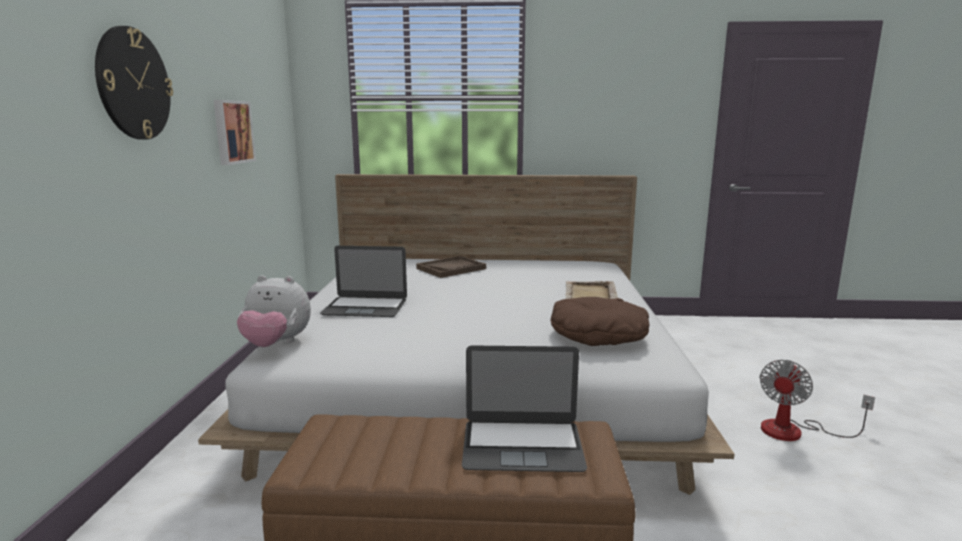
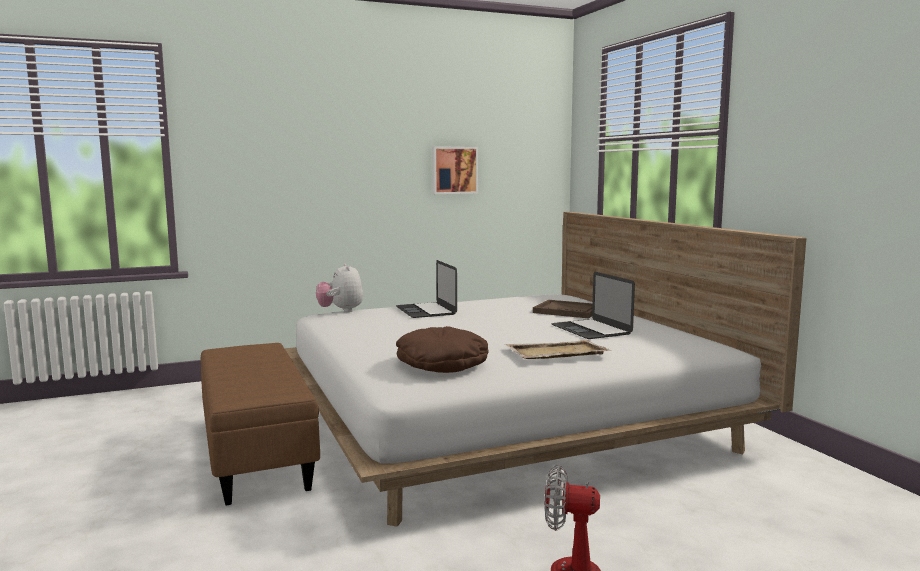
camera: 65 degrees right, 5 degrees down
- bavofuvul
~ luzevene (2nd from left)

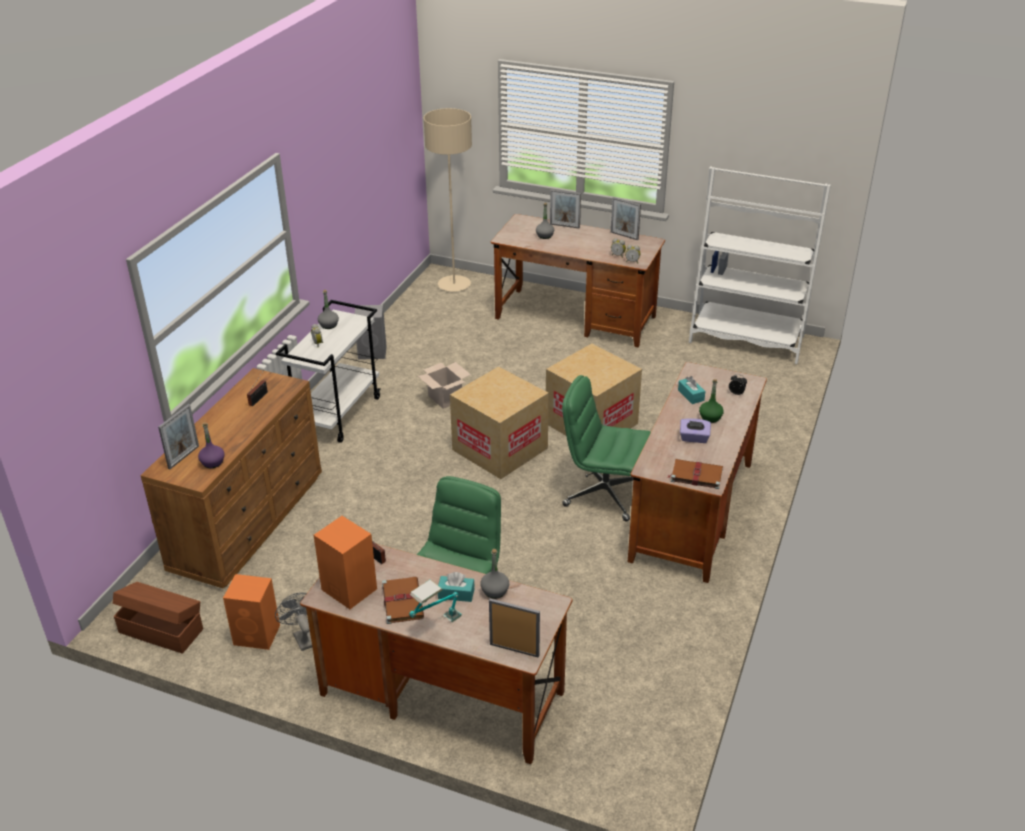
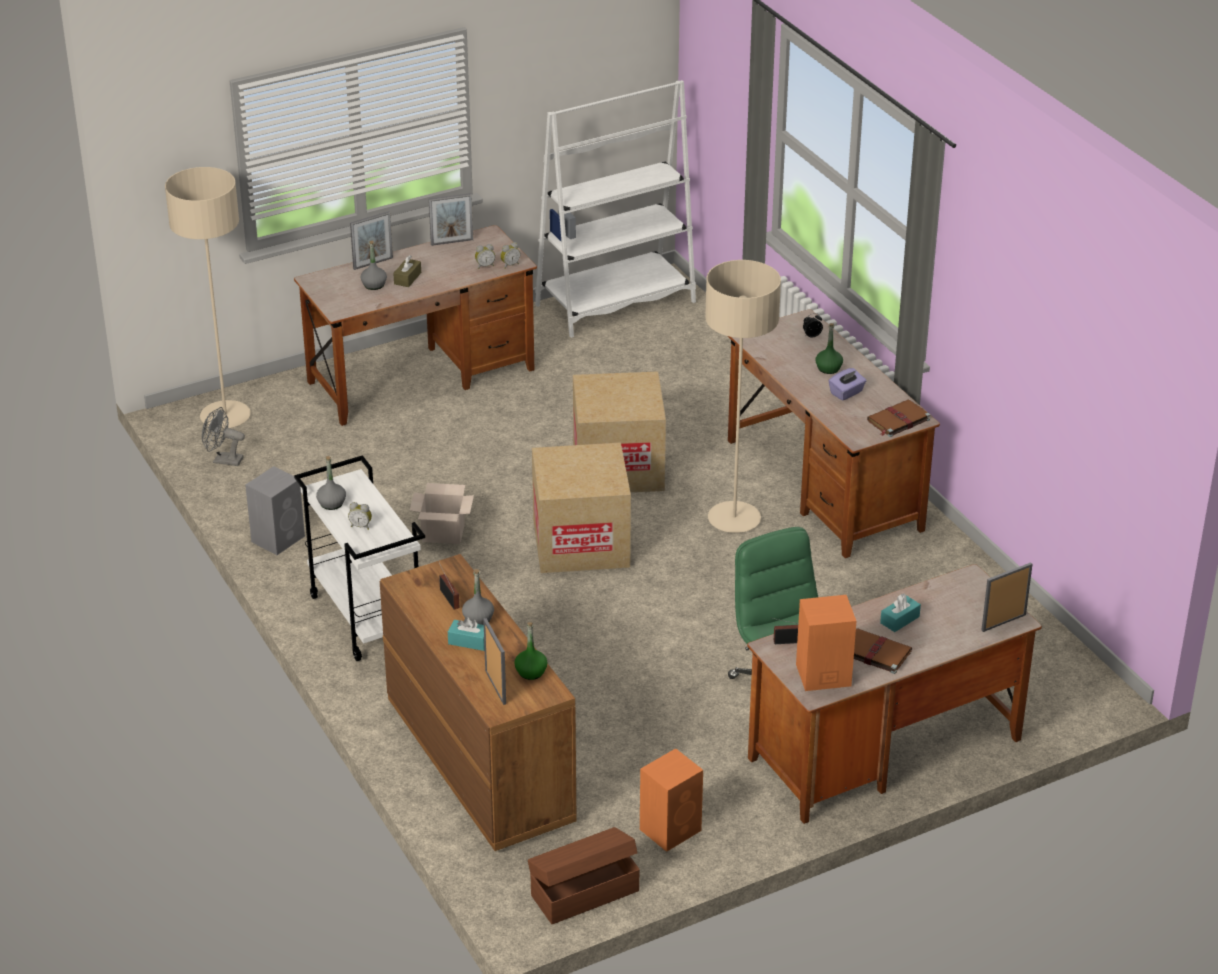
camera: 50 degrees left, 0 degrees up
~ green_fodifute (2nd from left) to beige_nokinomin (2nd from left)
~ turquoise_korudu (2nd from left in the first image) to turquoise_korudu (1st from left)
~ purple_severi to green_severi (1st from left)
~ grey_severi (2nd from left in the first image) to grey_severi (3rd from left)
- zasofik
~ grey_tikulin
+ brown_korudu

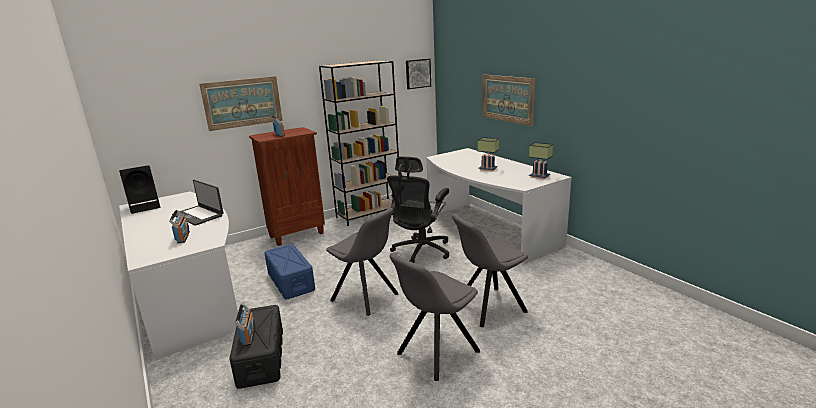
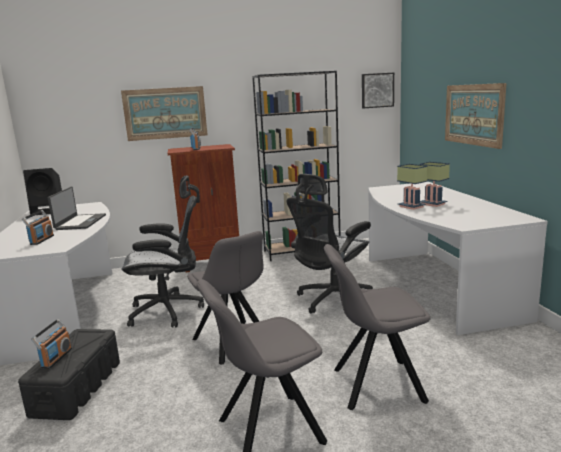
camera: 20 degrees right, 5 degrees down
~ zasofik (2nd from left in the first image) to zasofik (1st from left)
~ luzevene 150 degrees counterclockwise
~ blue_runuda to fodifute (1st from left)

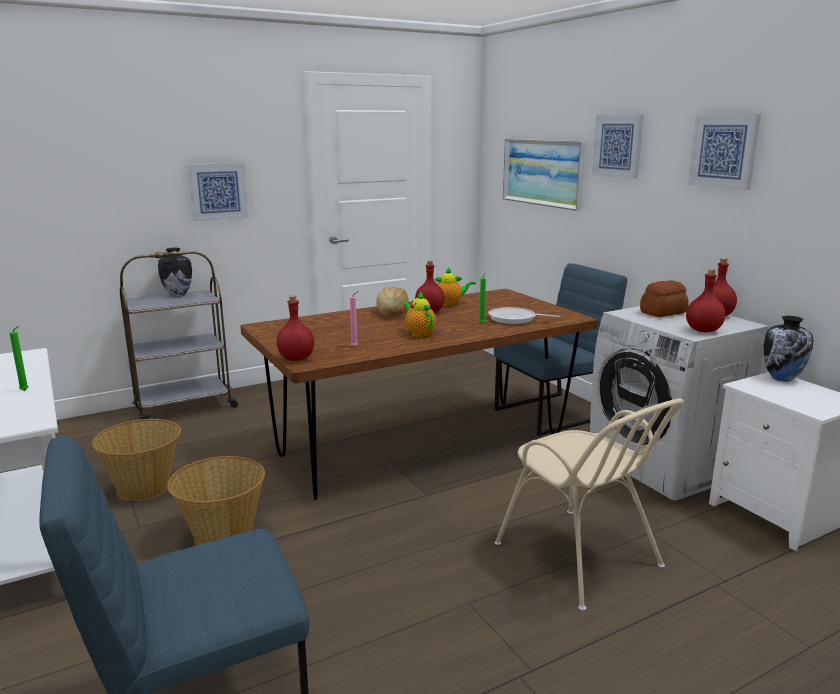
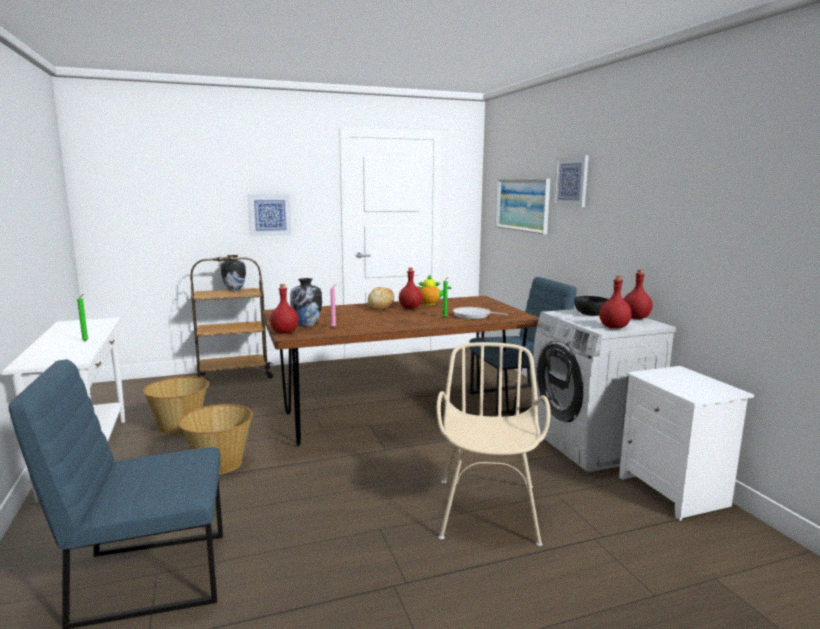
camera: 10 degrees right, 5 degrees down
- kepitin (4th from left)
~ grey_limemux to brown_limemux
~ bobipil (2nd from left) to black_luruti
- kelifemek (1st from left)
~ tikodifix (2nd from left)
~ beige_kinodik 150 degrees counterclockwise

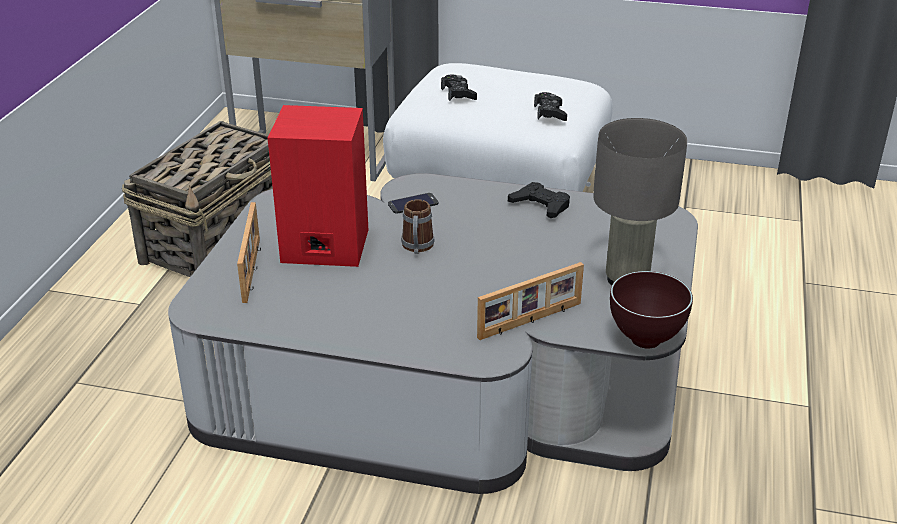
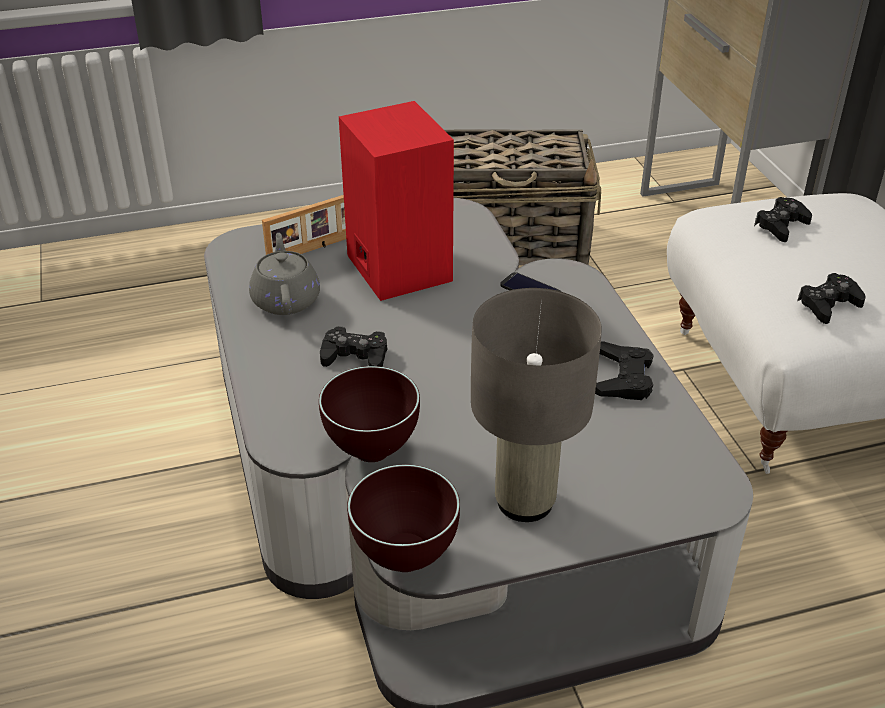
camera: 60 degrees right, 5 degrees up
- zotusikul
~ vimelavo (2nd from left) to brown_luruti (1st from left)
+ grey_kelifemek
+ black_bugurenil (1st from left)

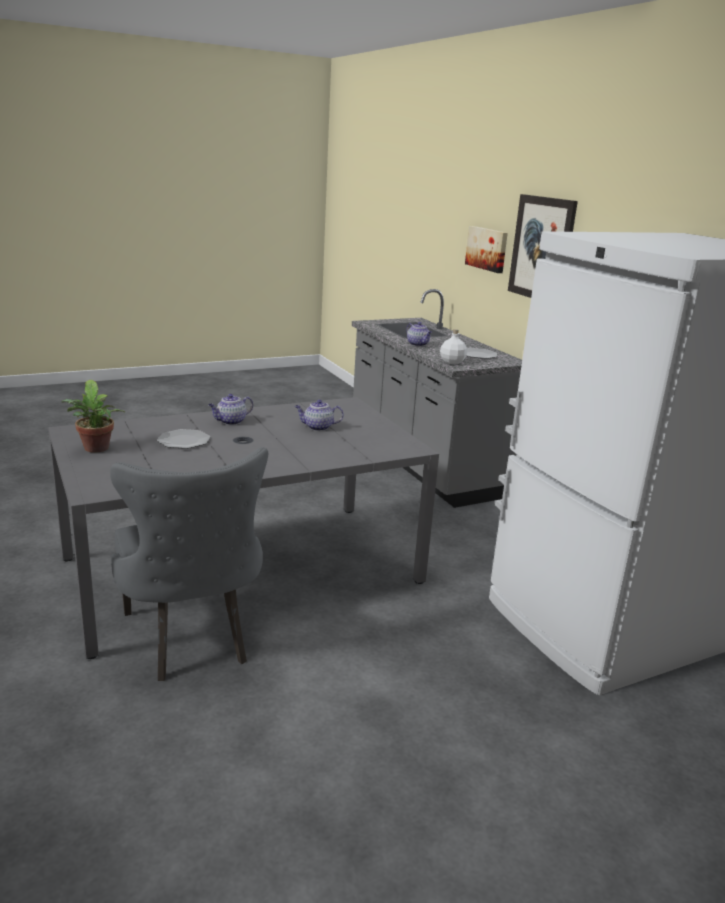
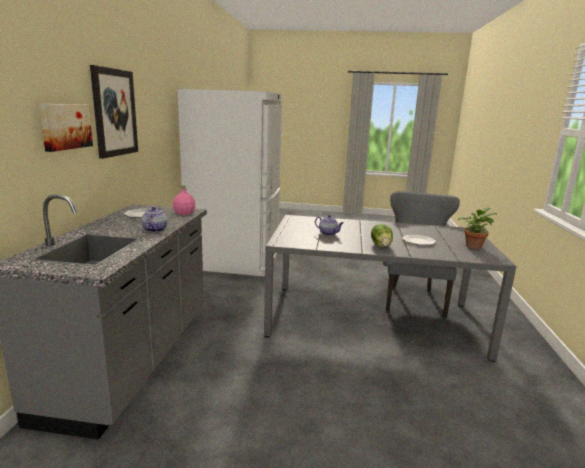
camera: 145 degrees left, 5 degrees down
~ white_severi to pink_severi
~ kelifemek (1st from left) to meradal

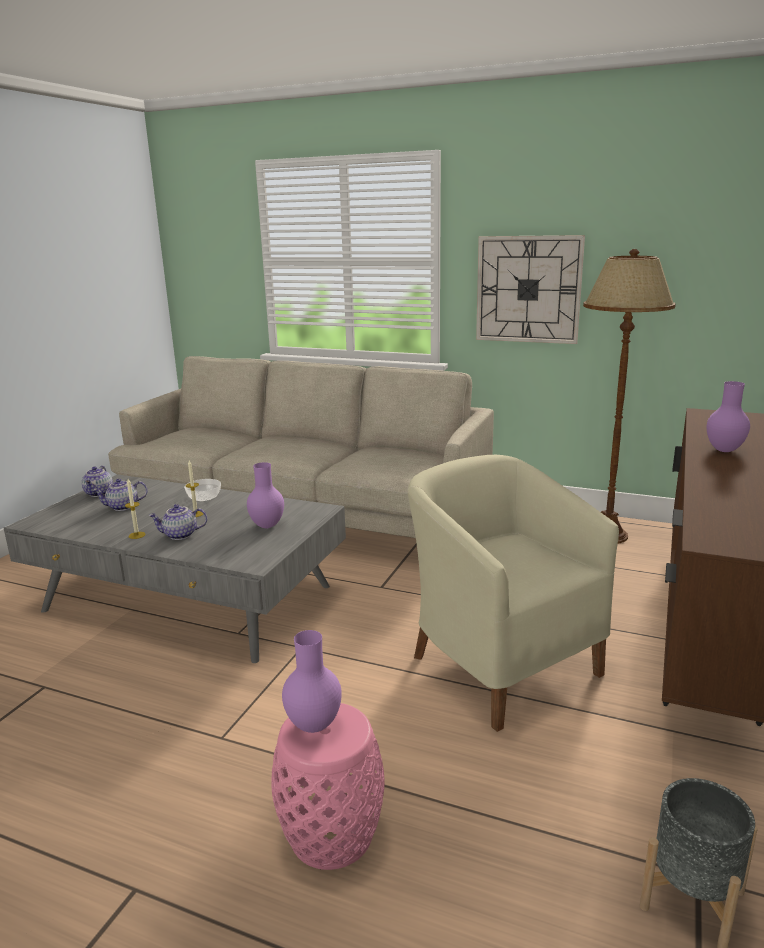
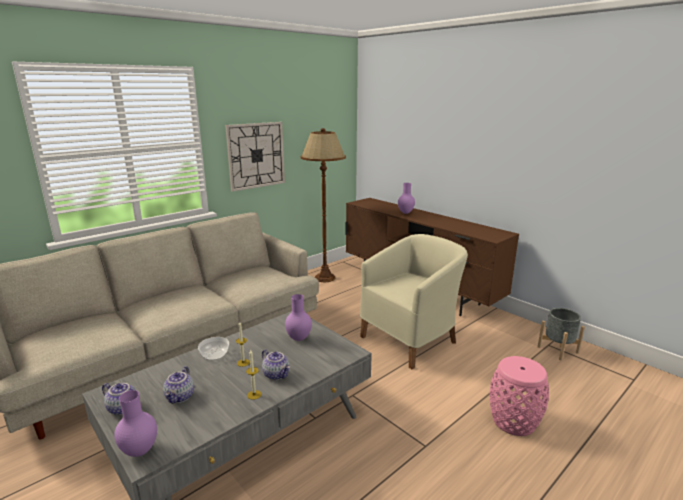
camera: 65 degrees left, 0 degrees up
~ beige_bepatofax 150 degrees clockwise
~ kelifemek (3rd from left) 60 degrees counterclockwise
~ purple_tikodifix (2nd from left in the first image) to purple_tikodifix (1st from left)

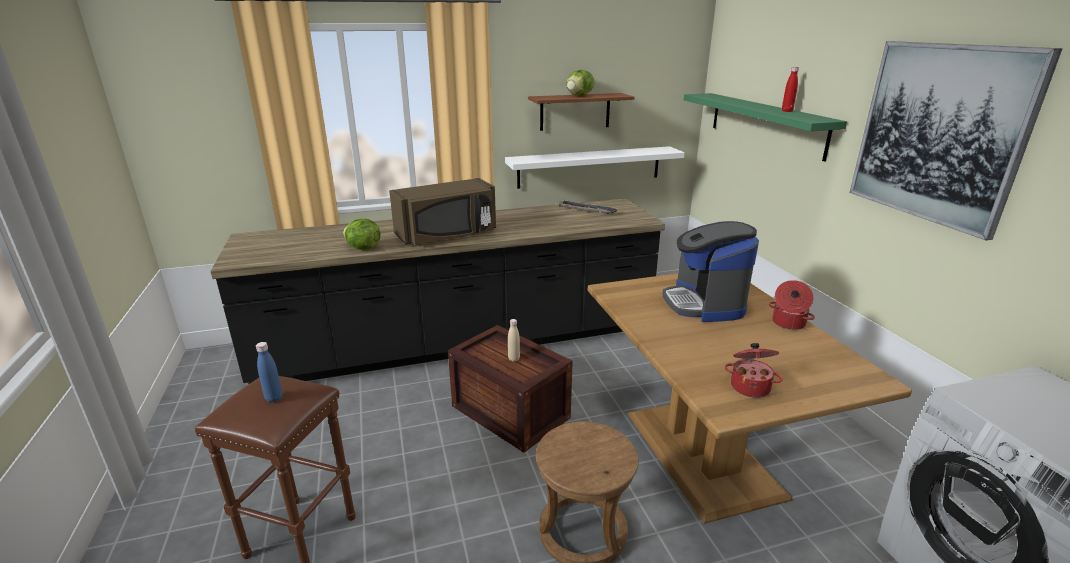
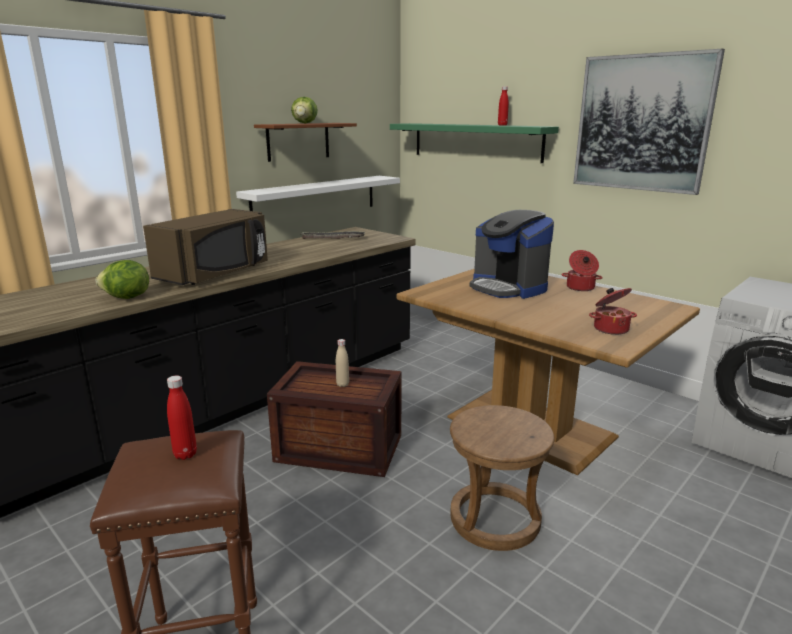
camera: 30 degrees left, 5 degrees down
~ blue_severi to red_severi (1st from left)

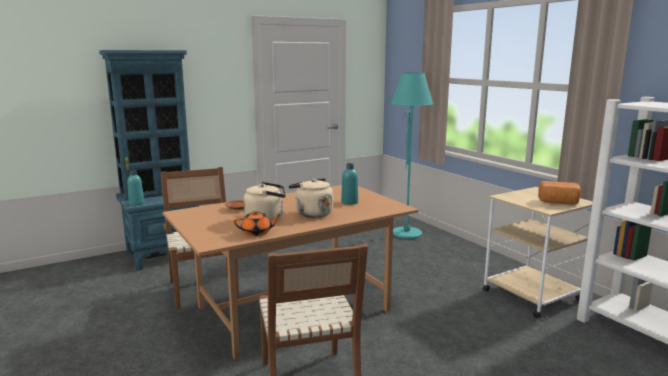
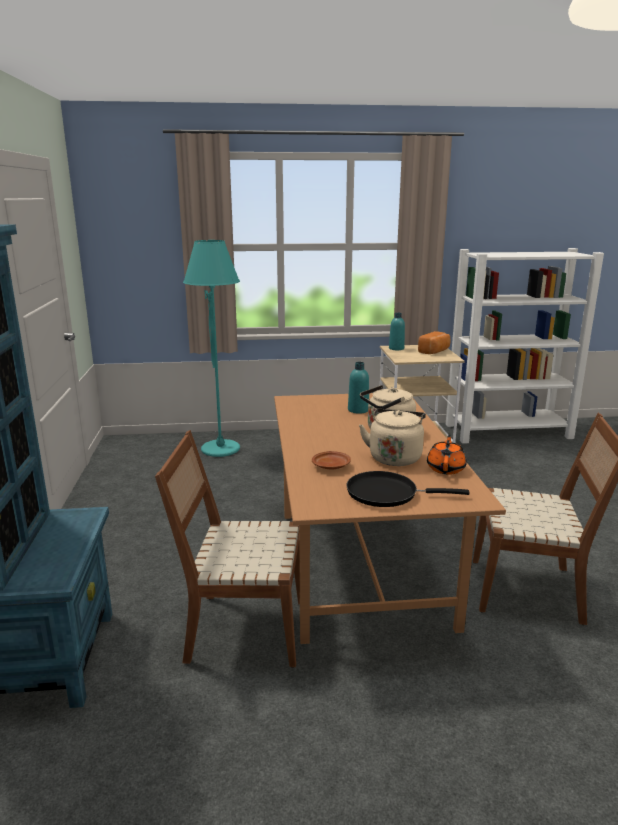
camera: 65 degrees left, 5 degrees up
~ turquoise_severi (1st from left in the first image) to turquoise_severi (2nd from left)
+ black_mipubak

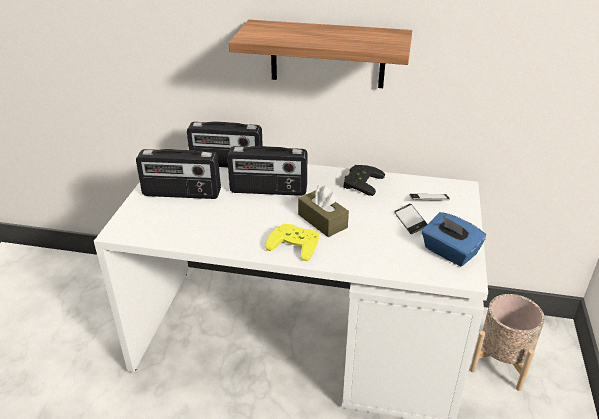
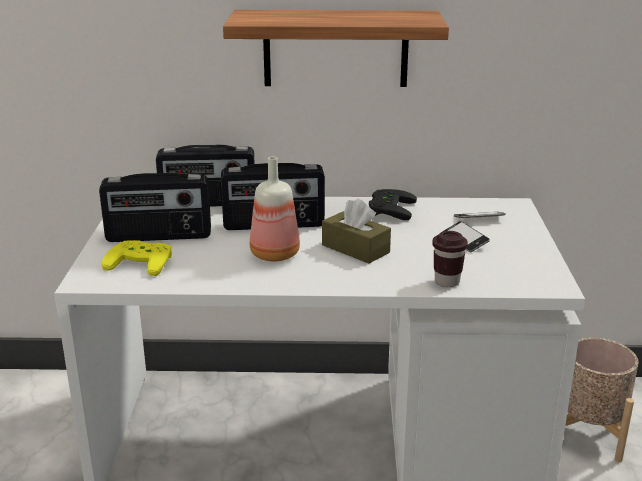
camera: 10 degrees left, 10 degrees down
- blue_korudu
~ yellow_bugurenil
+ severi
+ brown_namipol

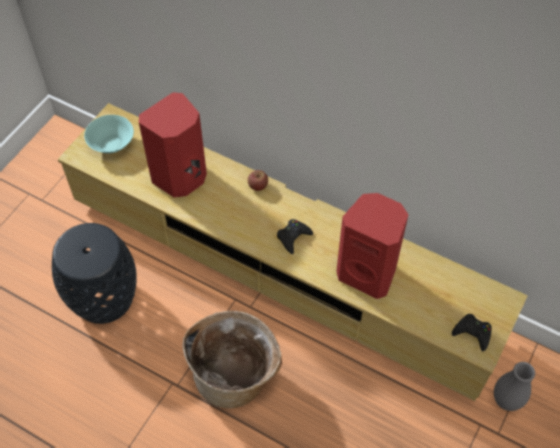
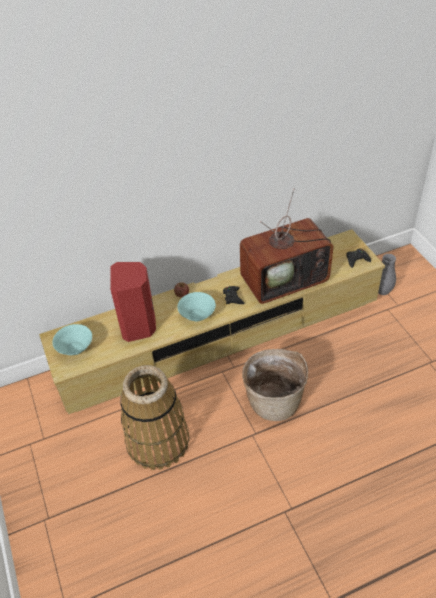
camera: 50 degrees left, 10 degrees down
~ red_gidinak (2nd from left) to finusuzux
~ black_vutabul to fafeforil (1st from left)
+ turquoise_luruti (2nd from left)

